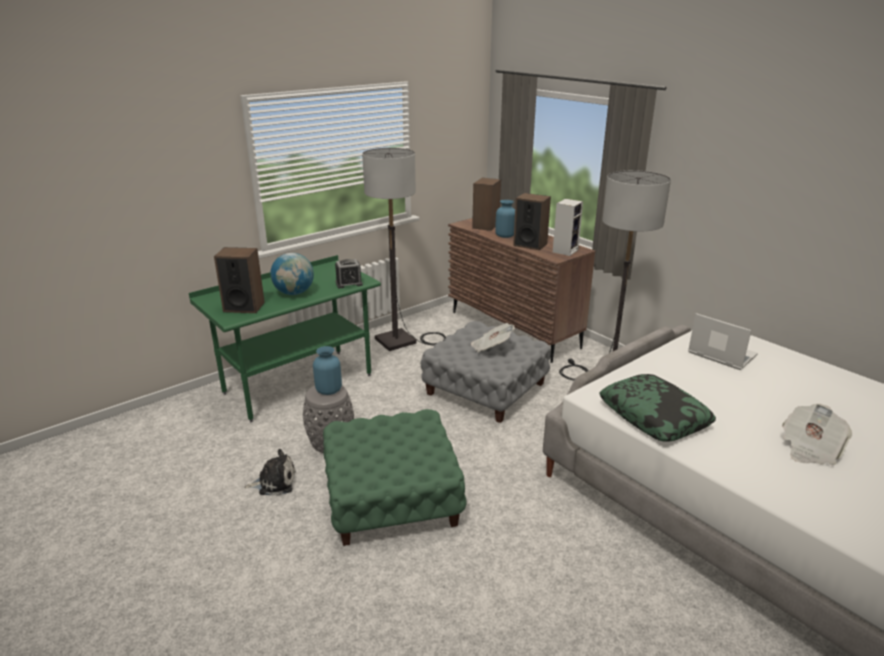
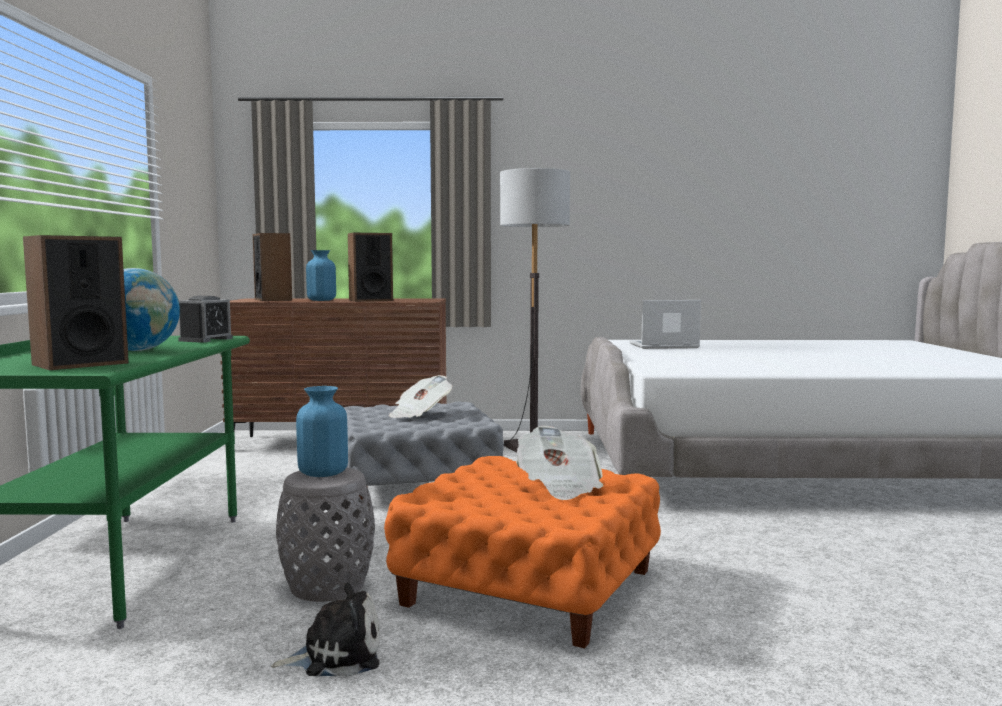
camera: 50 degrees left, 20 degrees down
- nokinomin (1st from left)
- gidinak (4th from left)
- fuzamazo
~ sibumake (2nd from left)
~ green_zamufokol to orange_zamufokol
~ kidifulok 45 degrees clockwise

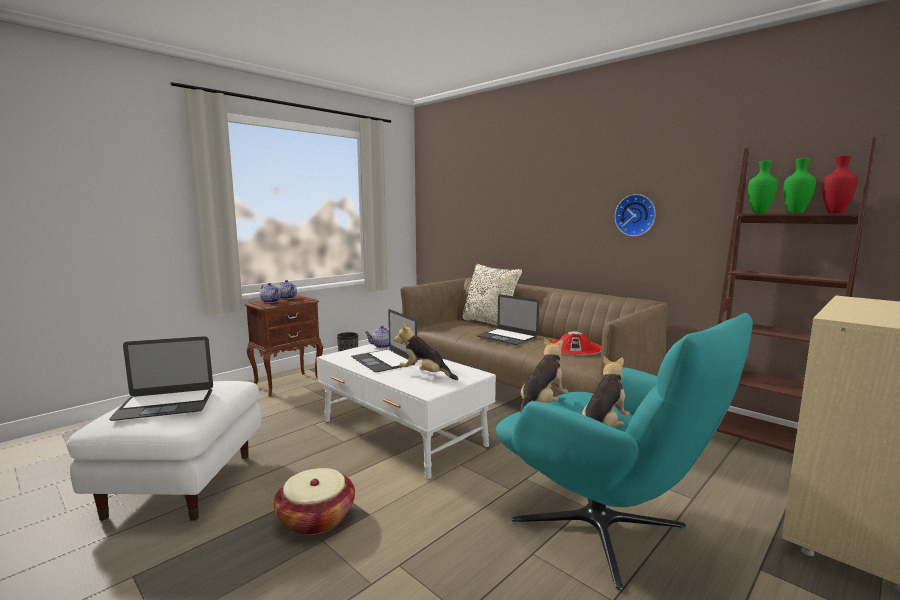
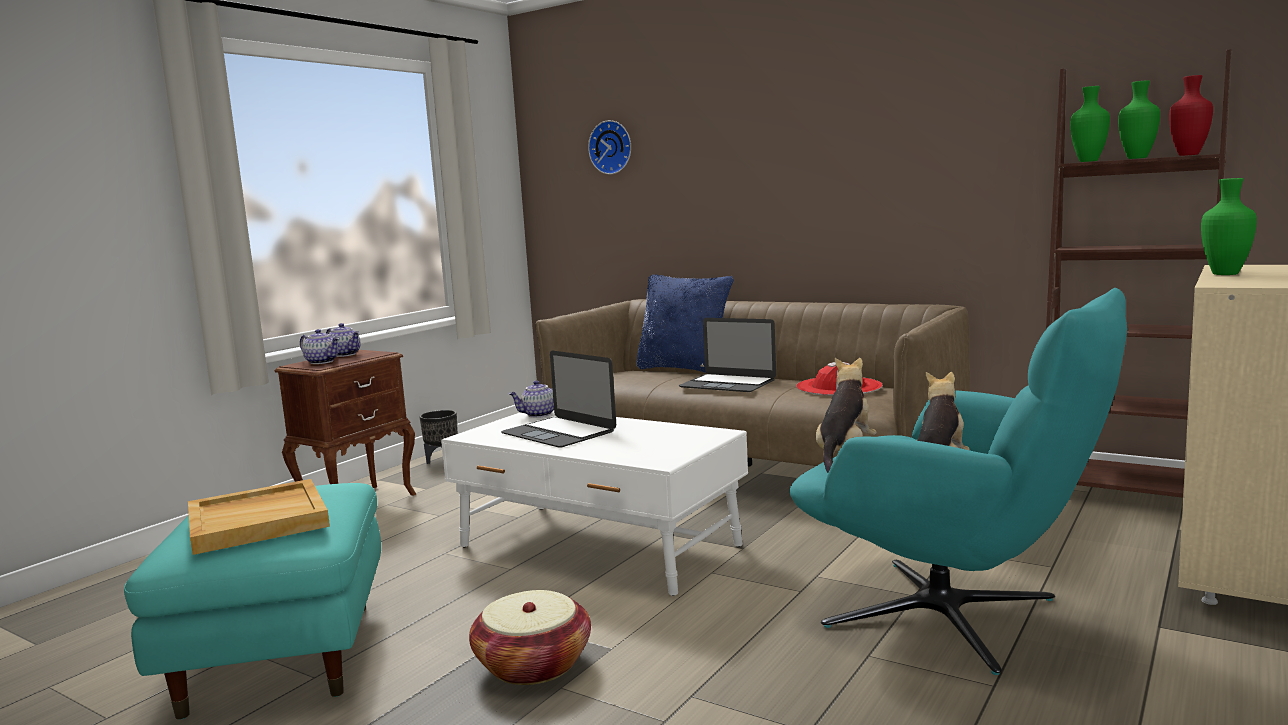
camera: 10 degrees left, 0 degrees up
~ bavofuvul
~ beige_fuzamazo to blue_fuzamazo
- kidifulok (1st from left)
~ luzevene (1st from left) to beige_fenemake
~ white_zamufokol to turquoise_zamufokol
+ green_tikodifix (3rd from left)

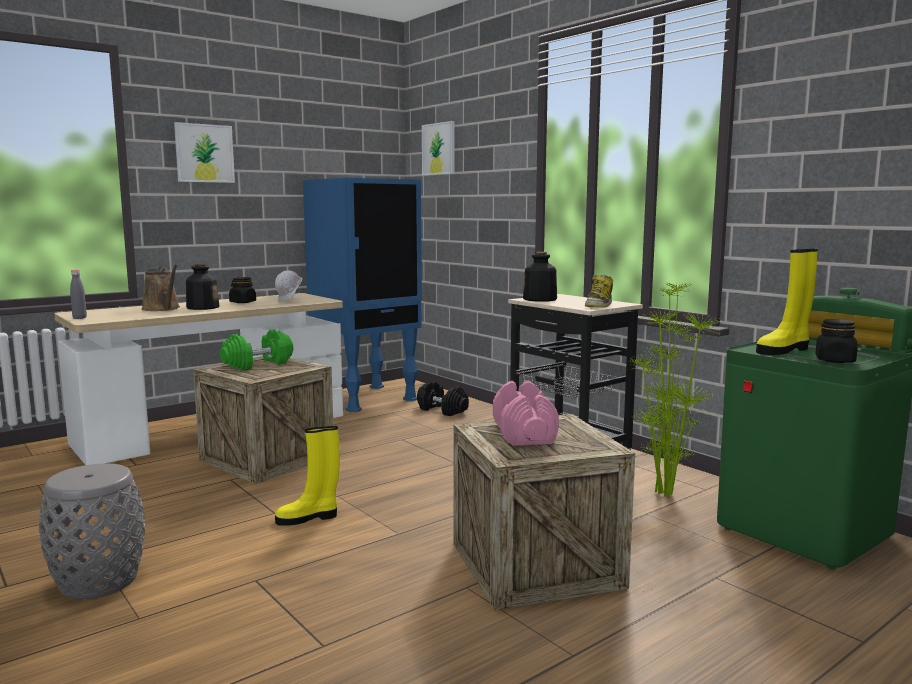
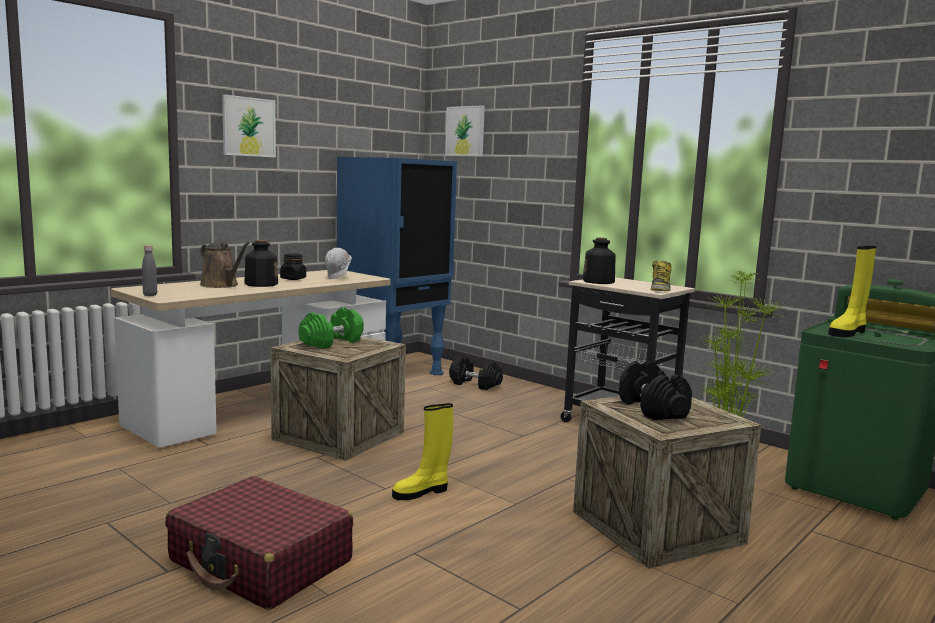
camera: 10 degrees left, 0 degrees up
- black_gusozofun (2nd from left)
~ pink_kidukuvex to black_kidukuvex (2nd from left)
~ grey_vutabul to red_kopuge

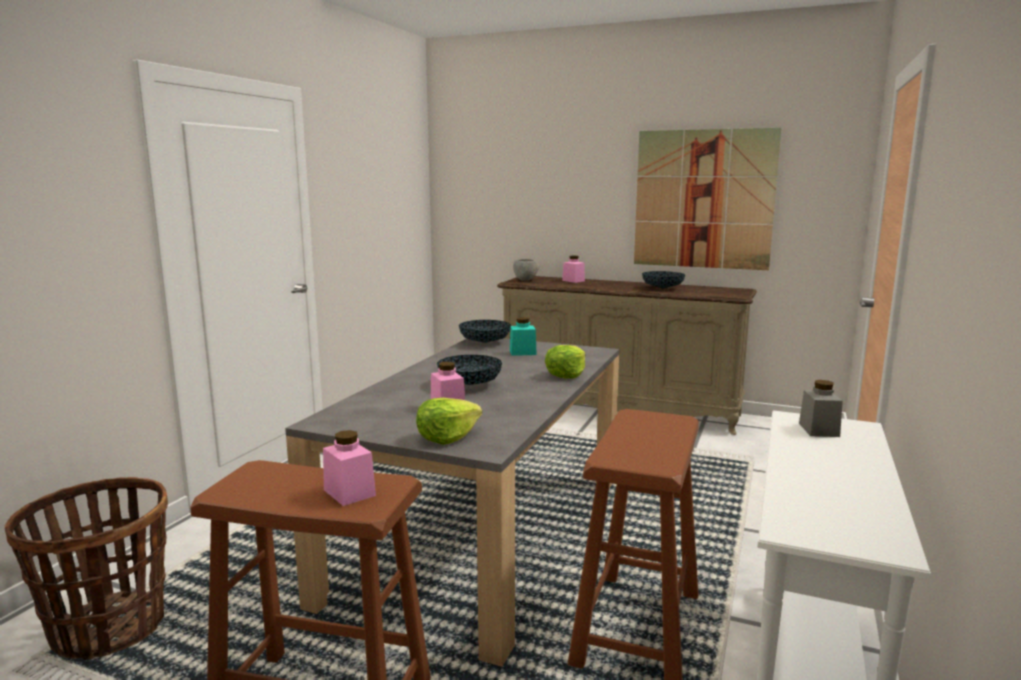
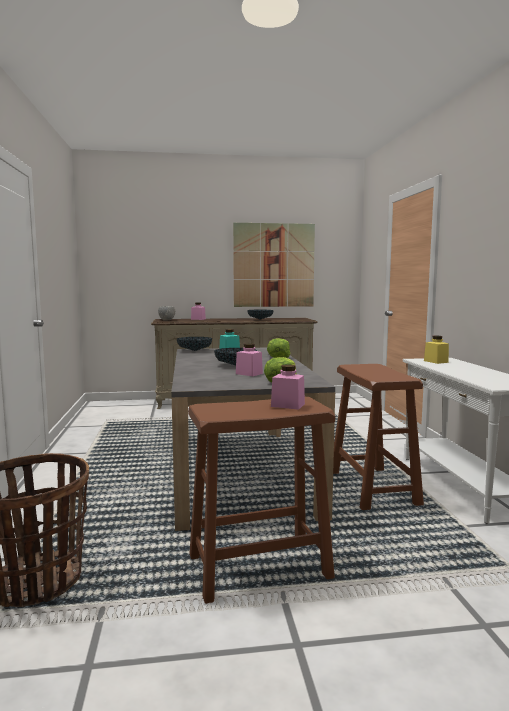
camera: 30 degrees left, 5 degrees down
~ grey_gusozofun to yellow_gusozofun

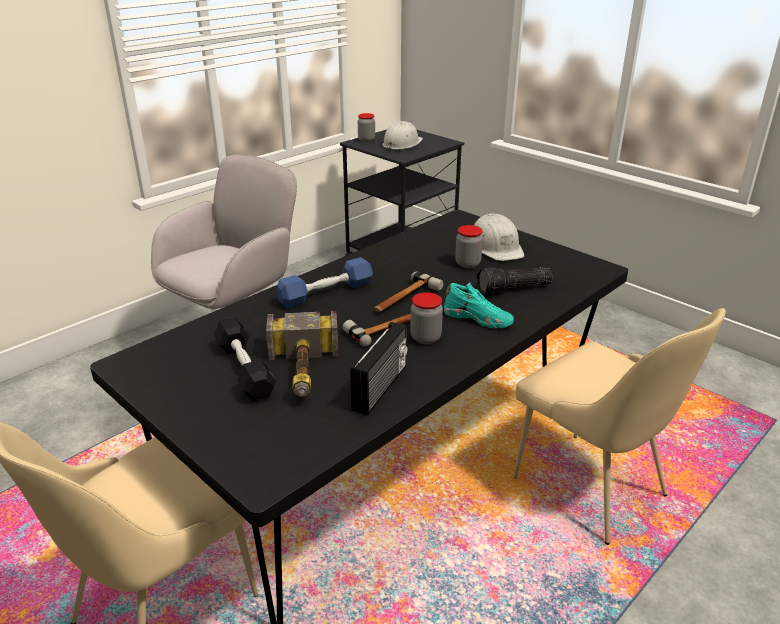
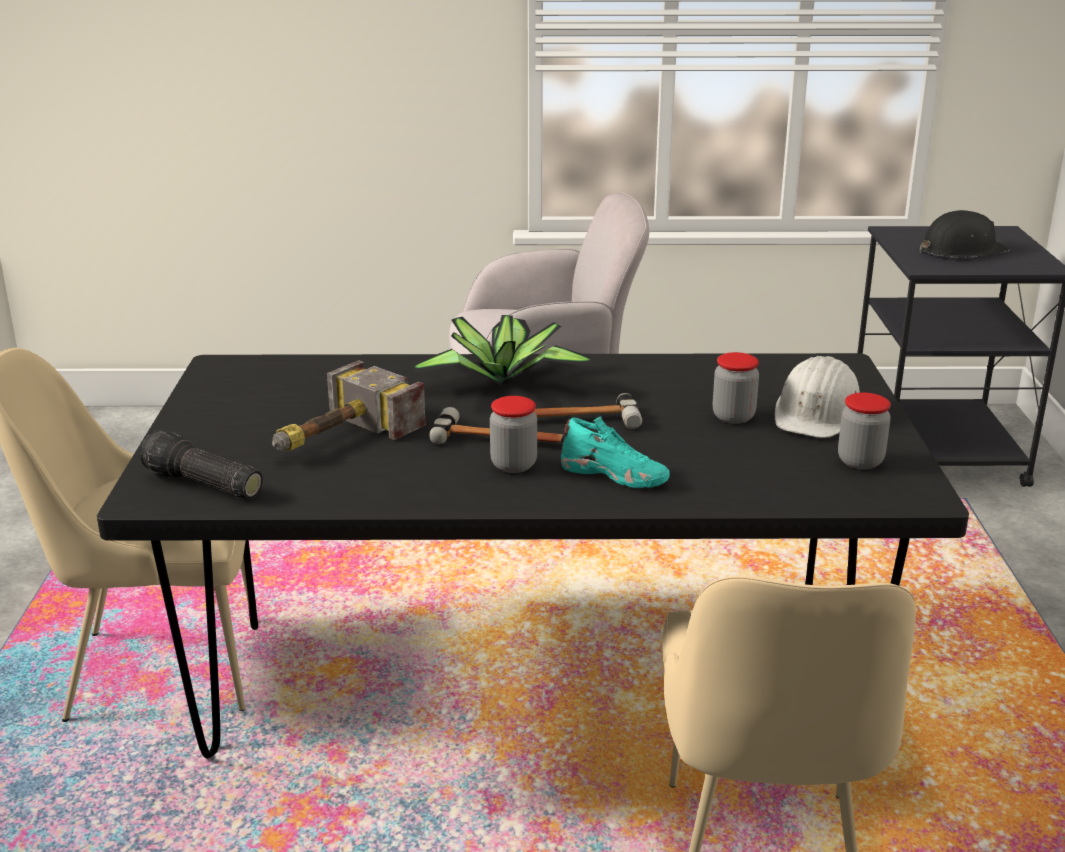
camera: 45 degrees right, 5 degrees down
~ gusozofun (1st from left in the first image) to gusozofun (3rd from left)
~ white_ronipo (1st from left) to black_ronipo
~ blue_kidukuvex to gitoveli
~ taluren
~ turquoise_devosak 45 degrees counterclockwise
- black_kidukuvex
- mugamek

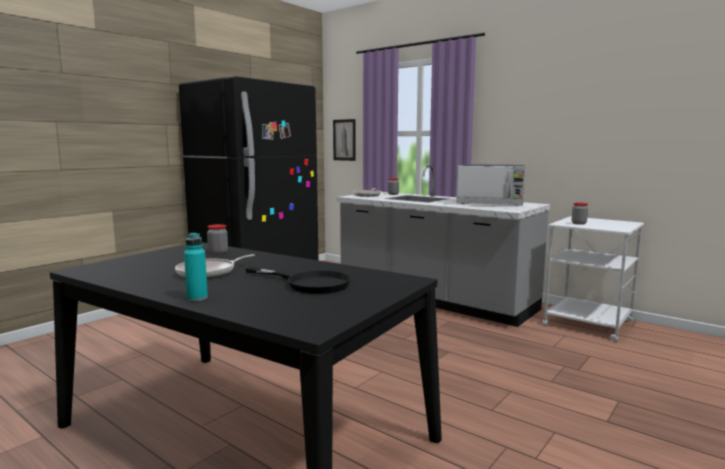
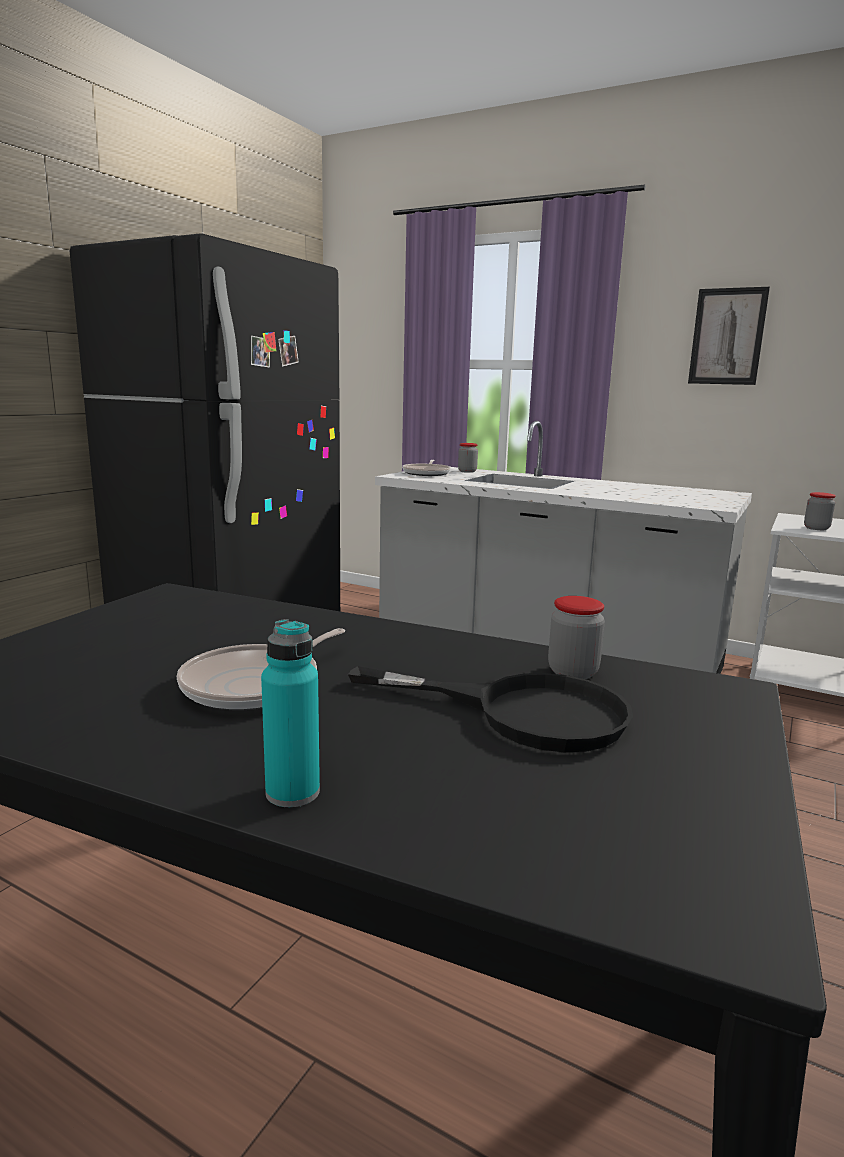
camera: 10 degrees left, 5 degrees up
~ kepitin
- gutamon
~ gusozofun (1st from left in the first image) to gusozofun (2nd from left)

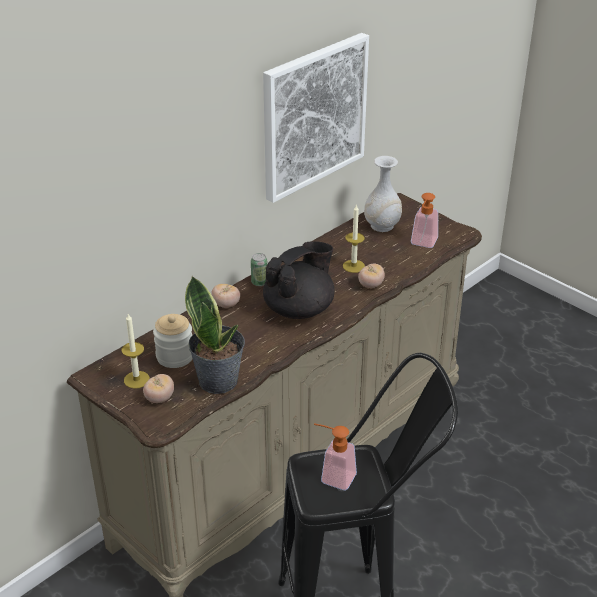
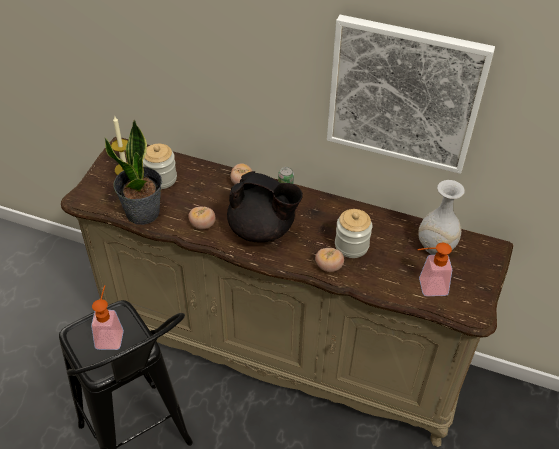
camera: 65 degrees right, 10 degrees up
~ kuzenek (2nd from left) to gusozofun (2nd from left)
~ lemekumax (1st from left)

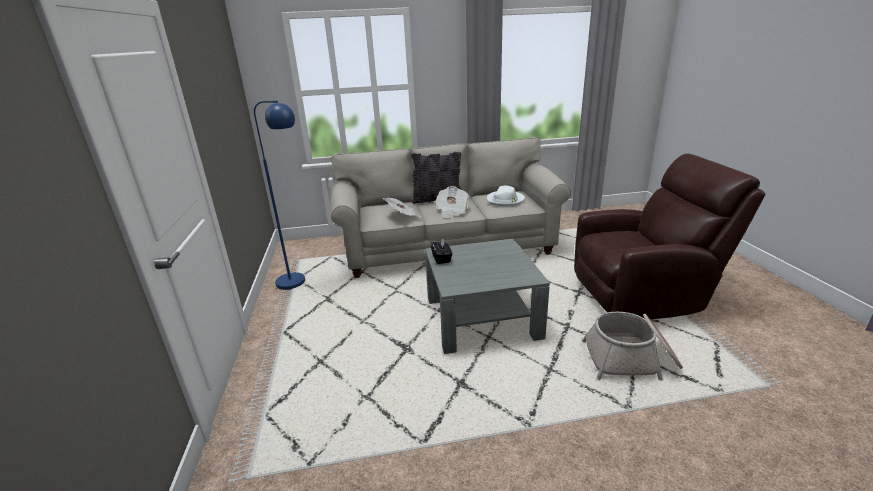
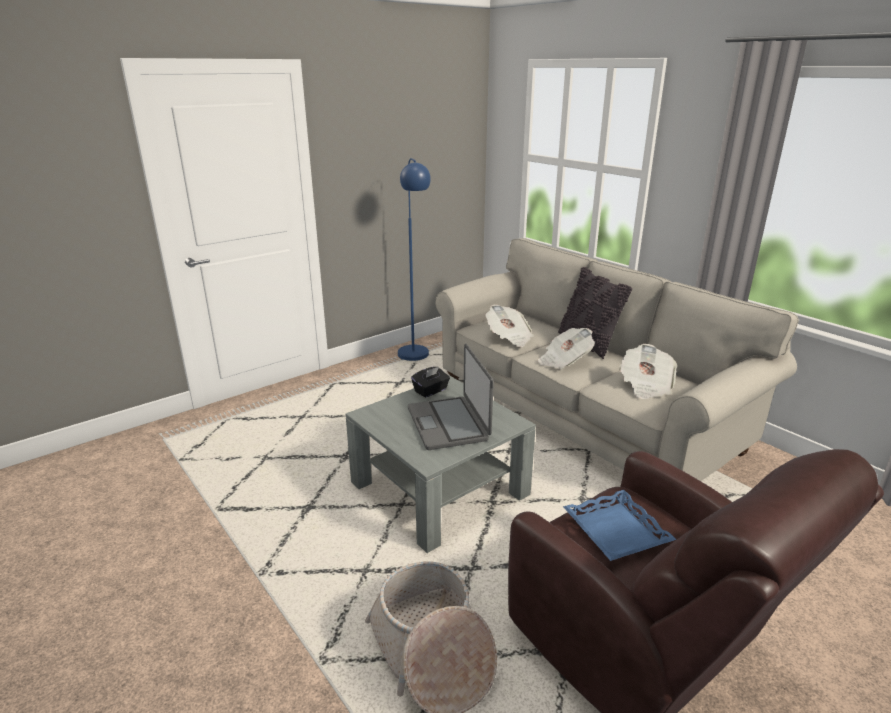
camera: 60 degrees right, 0 degrees up
~ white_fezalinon to sibumake (3rd from left)
+ luzevene
+ blue_fenemake

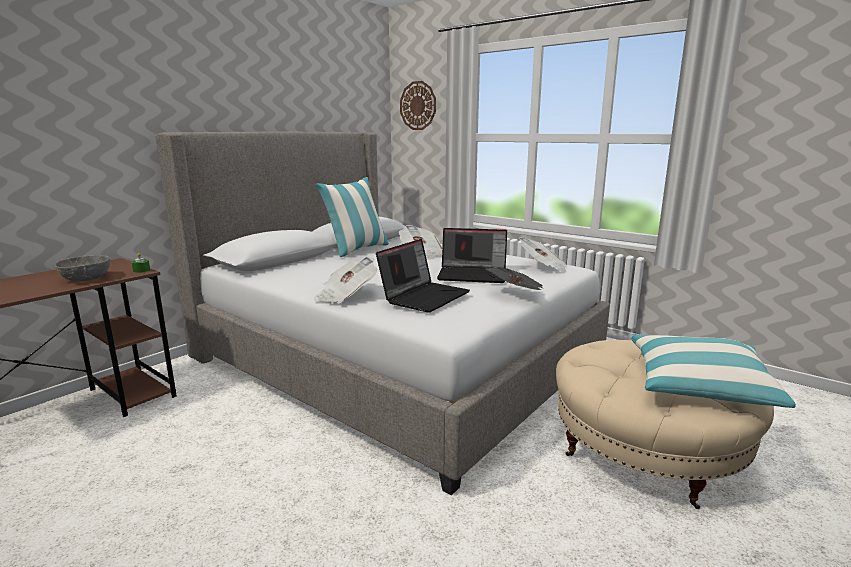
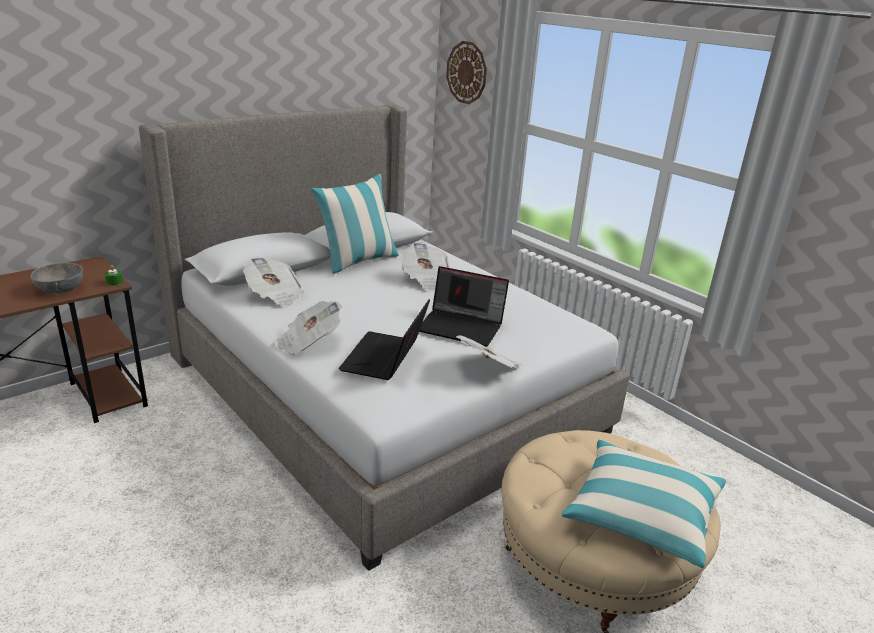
camera: 10 degrees right, 10 degrees up
~ sibumake (4th from left in the first image) to sibumake (1st from left)
~ luzevene (1st from left) 150 degrees clockwise

